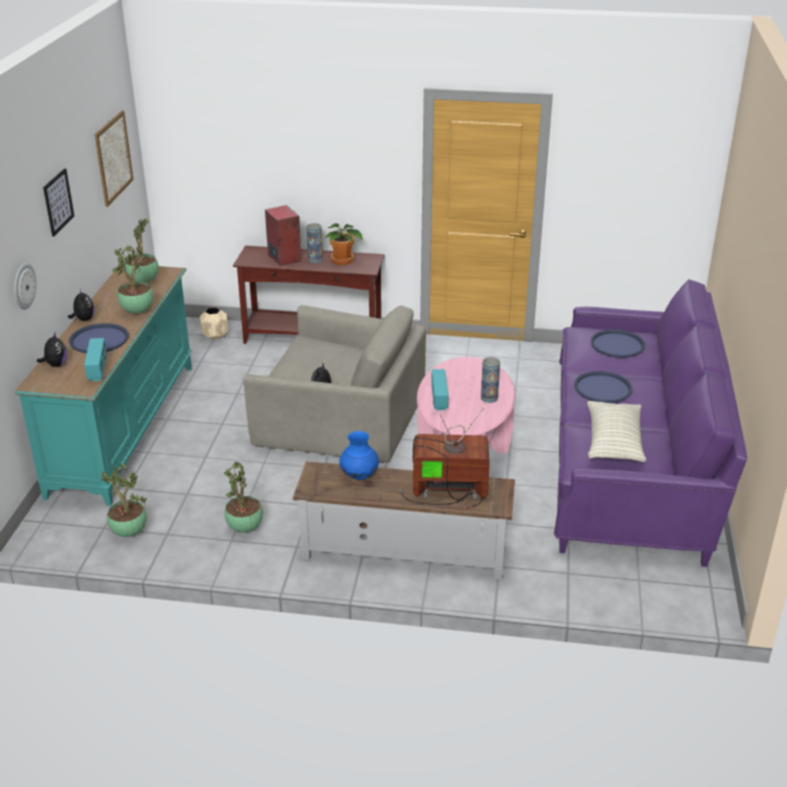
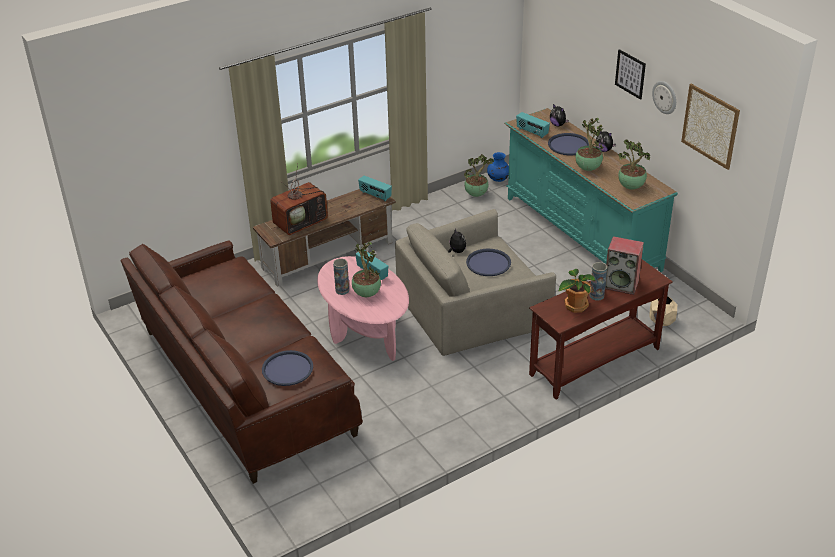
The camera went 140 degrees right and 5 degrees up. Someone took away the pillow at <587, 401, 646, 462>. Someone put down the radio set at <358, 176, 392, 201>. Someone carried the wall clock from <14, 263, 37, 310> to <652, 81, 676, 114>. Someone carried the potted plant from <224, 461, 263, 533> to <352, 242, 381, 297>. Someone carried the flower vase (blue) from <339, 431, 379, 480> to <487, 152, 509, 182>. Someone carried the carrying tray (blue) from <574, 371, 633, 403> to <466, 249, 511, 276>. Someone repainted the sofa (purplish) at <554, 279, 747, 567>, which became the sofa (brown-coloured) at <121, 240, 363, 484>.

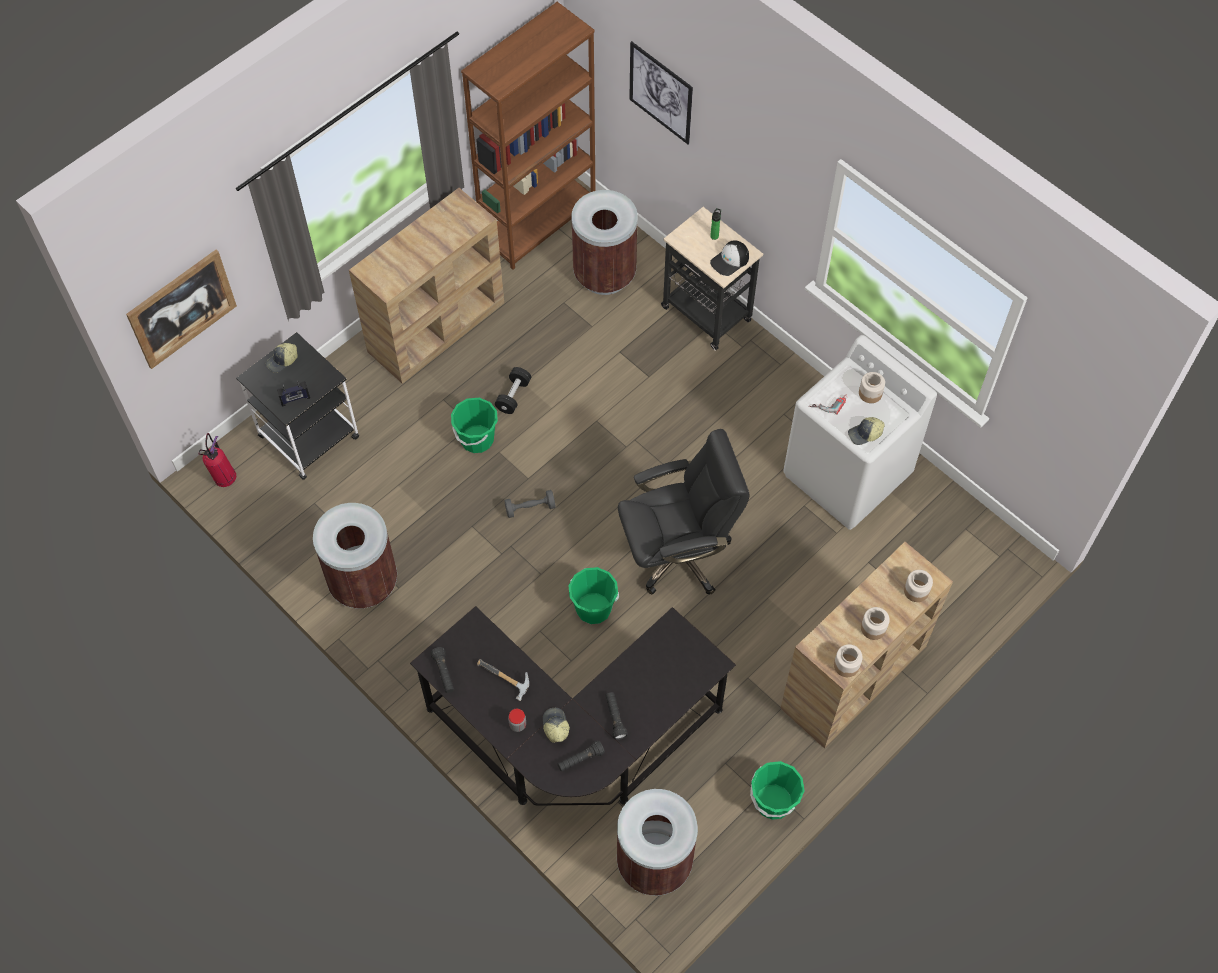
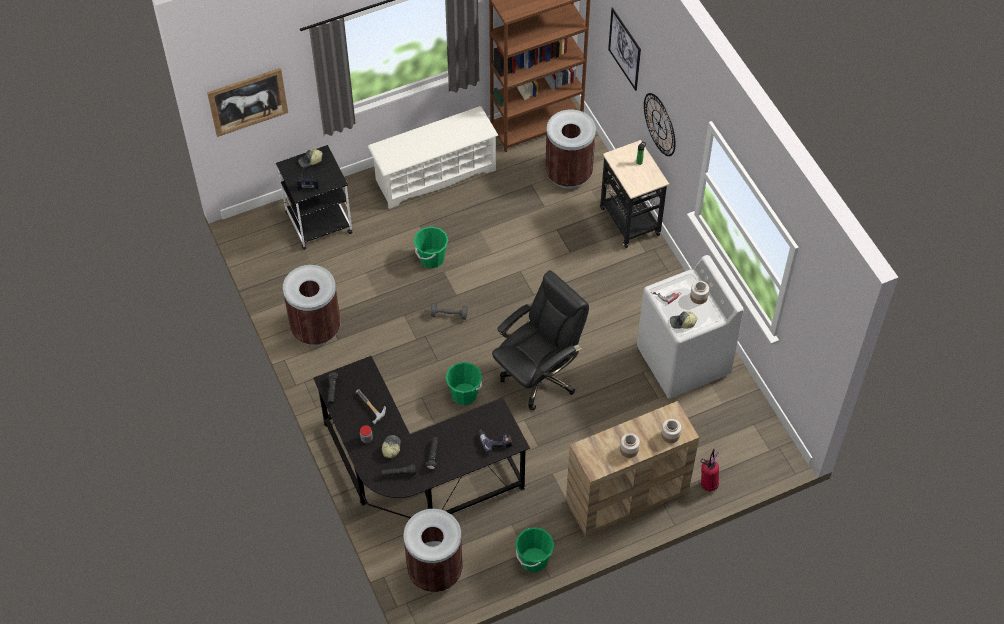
The camera went 20 degrees right and 5 degrees down. Someone took away the dumbbell (black) at <495, 367, 531, 414>. Someone took away the baseball cap at <710, 240, 749, 276>. Someone took away the jar at <834, 644, 863, 677>. Someone put down the power drill at <479, 430, 512, 453>. Someone put up the wall clock at <644, 93, 676, 156>. Someone carried the extinguisher from <198, 433, 236, 487> to <700, 449, 719, 491>. Someone swapped the shelving unit (brown-coloured) at <349, 188, 504, 384> for the shoe stand (whitish) at <368, 106, 498, 209>. Someone rotated the computer chair (black) at <618, 429, 750, 594> by 45 degrees counterclockwise.

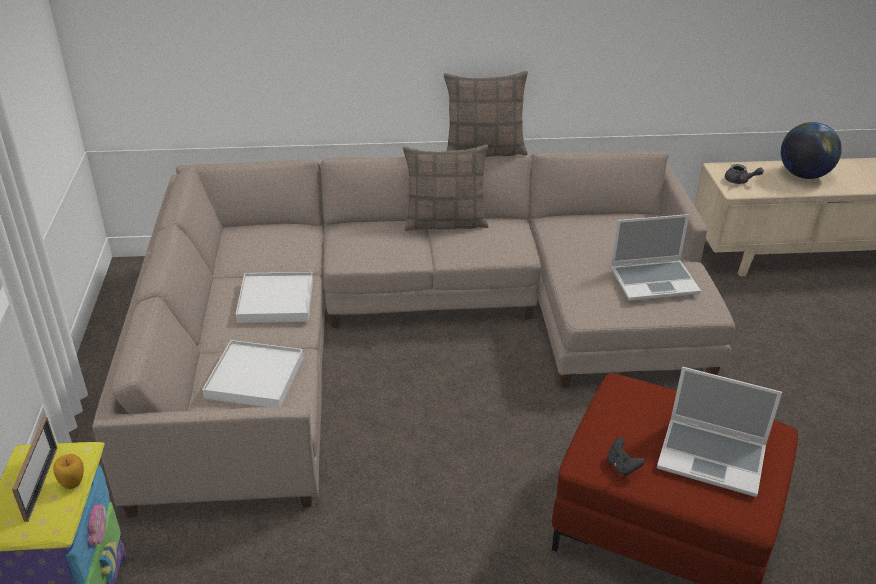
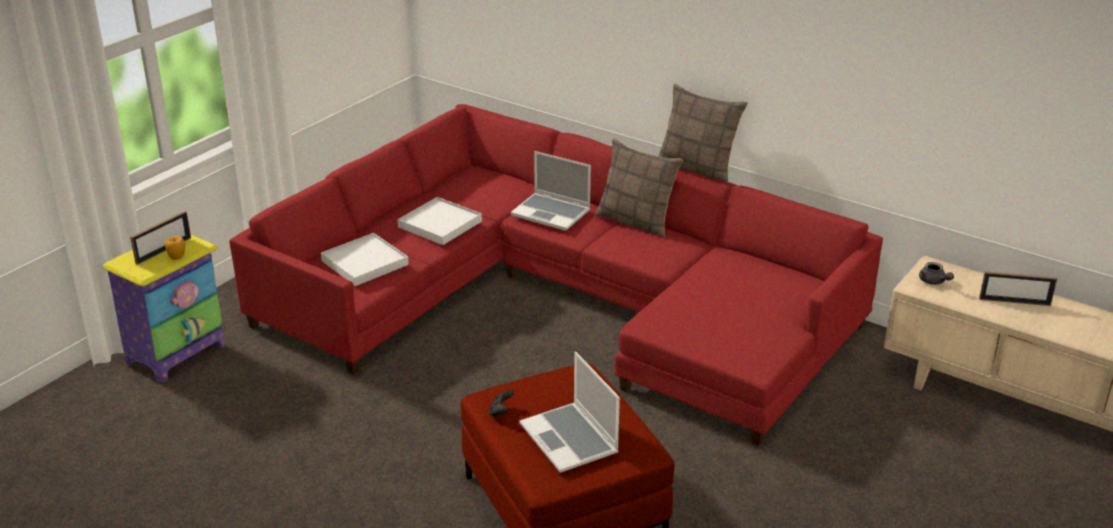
The camera went 40 degrees right and 5 degrees down. Someone carried the notebook computer from <610, 214, 701, 301> to <511, 151, 591, 231>. Someone swapped the world globe at <781, 122, 842, 179> for the standing frame at <979, 271, 1057, 306>. Someone repainted the sofa (beige-coloured) at <92, 151, 735, 517>, which became the sofa (red-coloured) at <229, 104, 883, 446>.

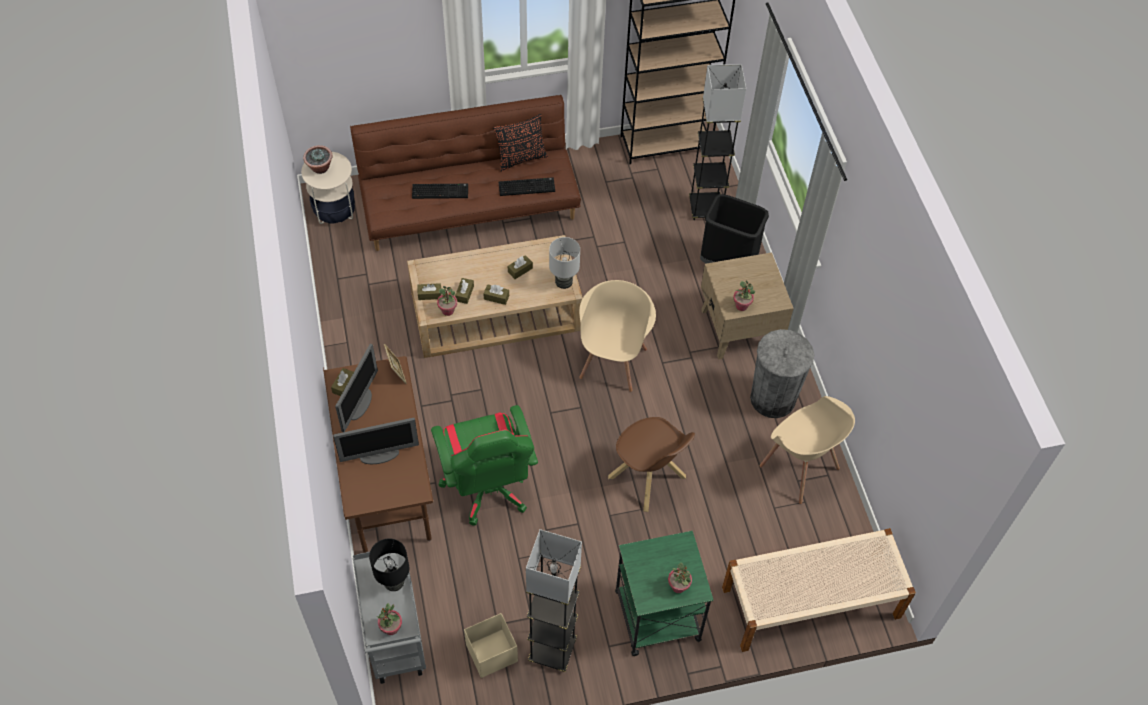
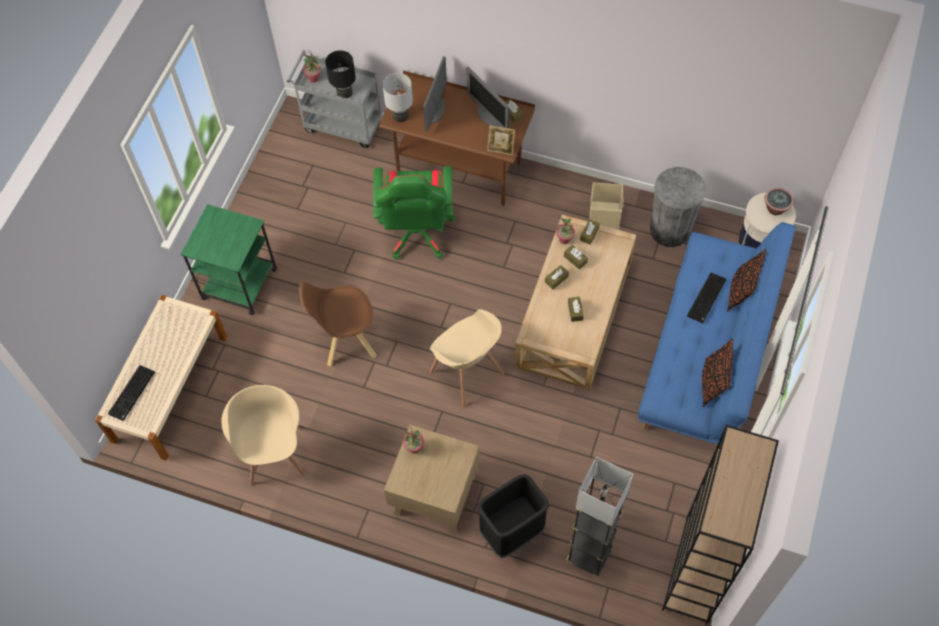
The camera went 125 degrees right and 5 degrees up. Someone took away the floor lamp (gray) at <526, 529, 582, 672>. Someone took away the potted plant at <668, 562, 692, 593>. Someone put down the pillow (black) at <727, 249, 766, 312>. Someone carried the storage box (beige-coloured) from <464, 613, 518, 678> to <589, 182, 624, 229>. Someone carried the computer keyboard from <499, 177, 555, 196> to <108, 365, 155, 421>. Someone carried the tabletop lamp (gray) from <549, 237, 580, 289> to <383, 73, 413, 122>. Someone carried the rubbish bin (gray) from <750, 329, 814, 418> to <650, 167, 706, 247>. Someone repainted the sofa (brown-coloured) at <350, 95, 581, 251>, which became the sofa (blue) at <638, 222, 796, 447>. Someone rotated the computer chair (green) at <431, 405, 538, 526> by 105 degrees counterclockwise. Someone rotated the upright chair (beige-coloured) at <759, 396, 855, 504> by 90 degrees clockwise.

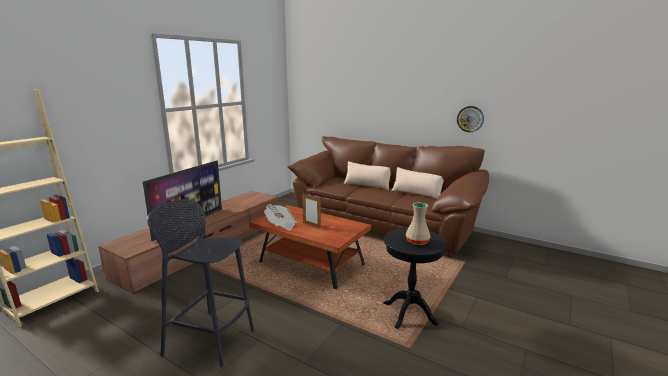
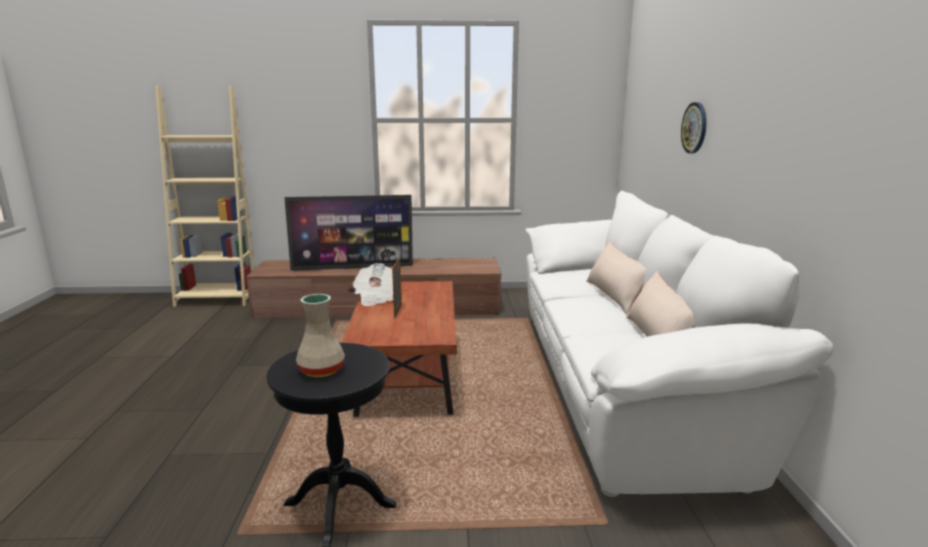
The camera went 55 degrees right and 0 degrees up. Someone took away the sitting stool (gray) at <147, 199, 254, 367>. Someone carried the wall clock from <457, 106, 484, 132> to <681, 102, 707, 153>. Someone repainted the sofa (brown-coloured) at <287, 136, 489, 256>, which became the sofa (whitish) at <526, 191, 833, 497>.

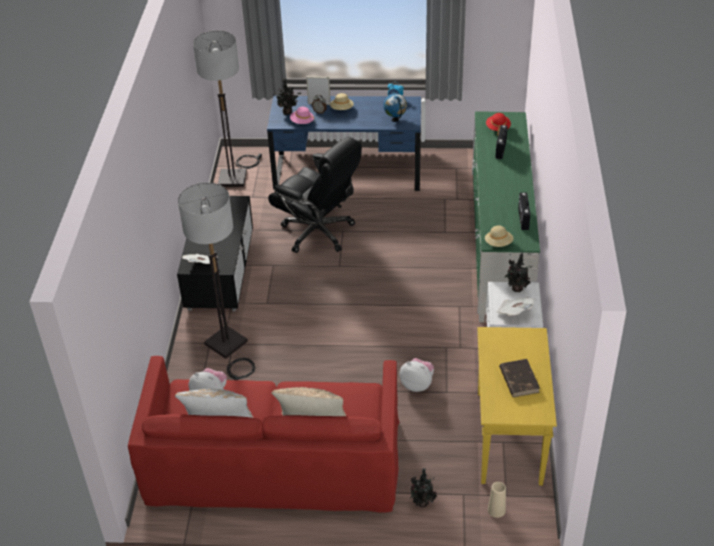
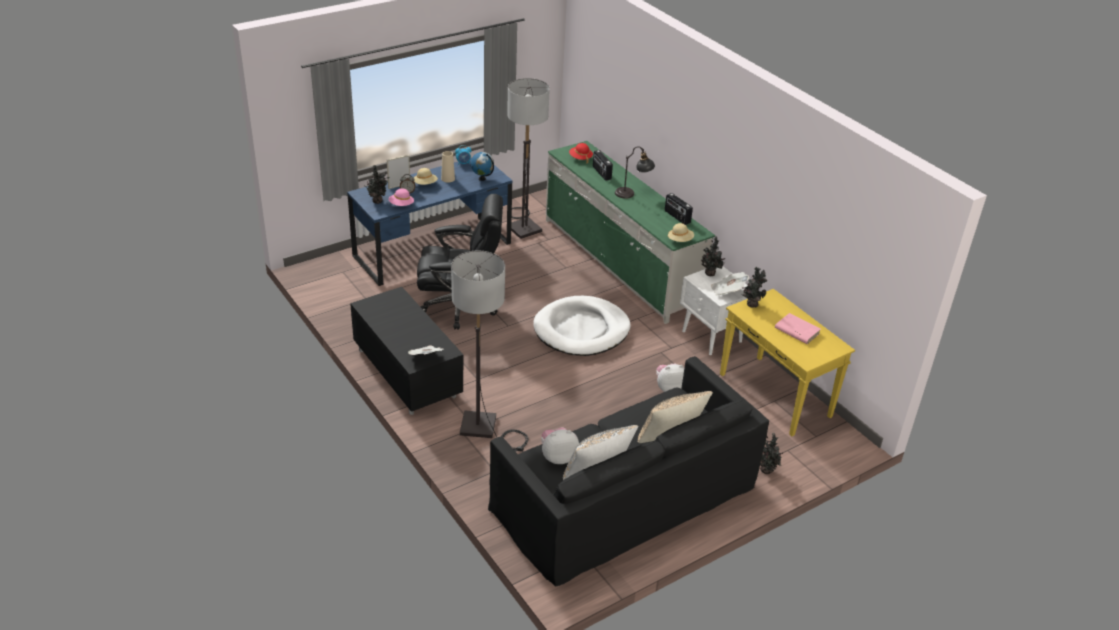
The camera went 40 degrees left and 5 degrees down. Someone put down the pet bed (whitish) at <533, 296, 631, 356>. Someone put down the tabletop lamp (gray) at <615, 146, 655, 199>. Someone put down the potted plant at <742, 267, 768, 307>. Someone carried the floor lamp from <193, 31, 262, 187> to <507, 78, 550, 239>. Someone carried the flower vase (beige-coloured) from <488, 482, 506, 518> to <441, 151, 455, 183>. Someone repainted the sofa (red-coloured) at <128, 356, 399, 513>, which became the sofa (black) at <488, 356, 769, 586>. Someone repainted the volume (brown-coloured) at <499, 359, 540, 397>, which became the volume (pinkish) at <775, 313, 821, 344>.

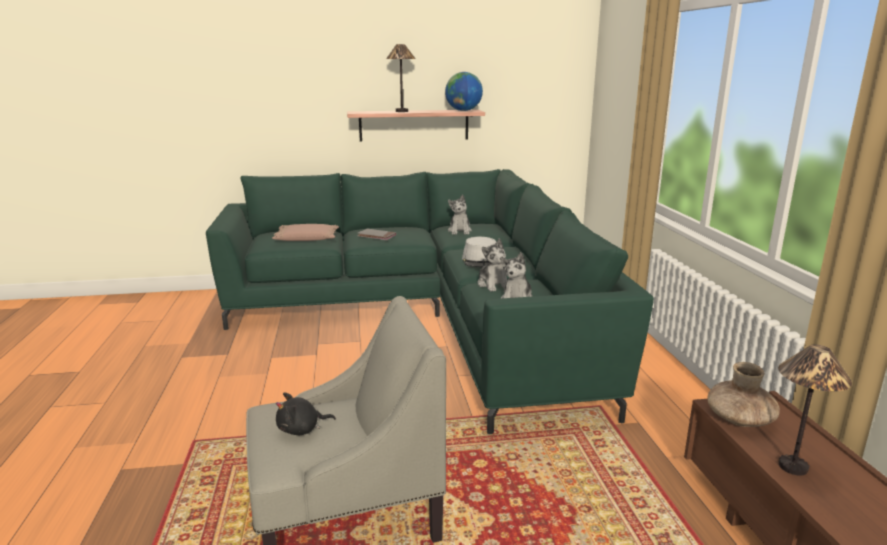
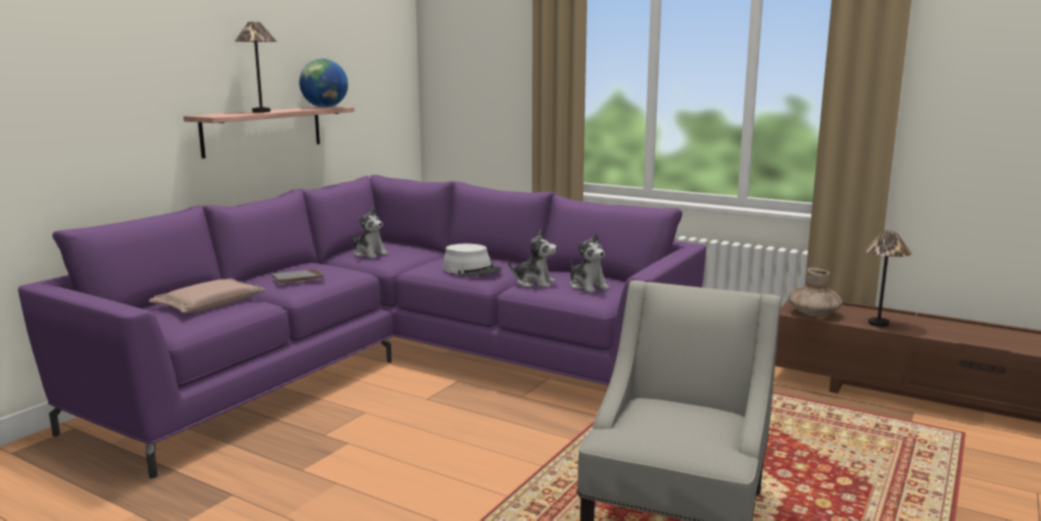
The camera went 50 degrees left and 5 degrees down. Someone took away the cuddly toy (black) at <276, 392, 336, 435>. Someone repainted the sofa (green) at <206, 169, 654, 434>, which became the sofa (purplish) at <18, 175, 706, 479>.

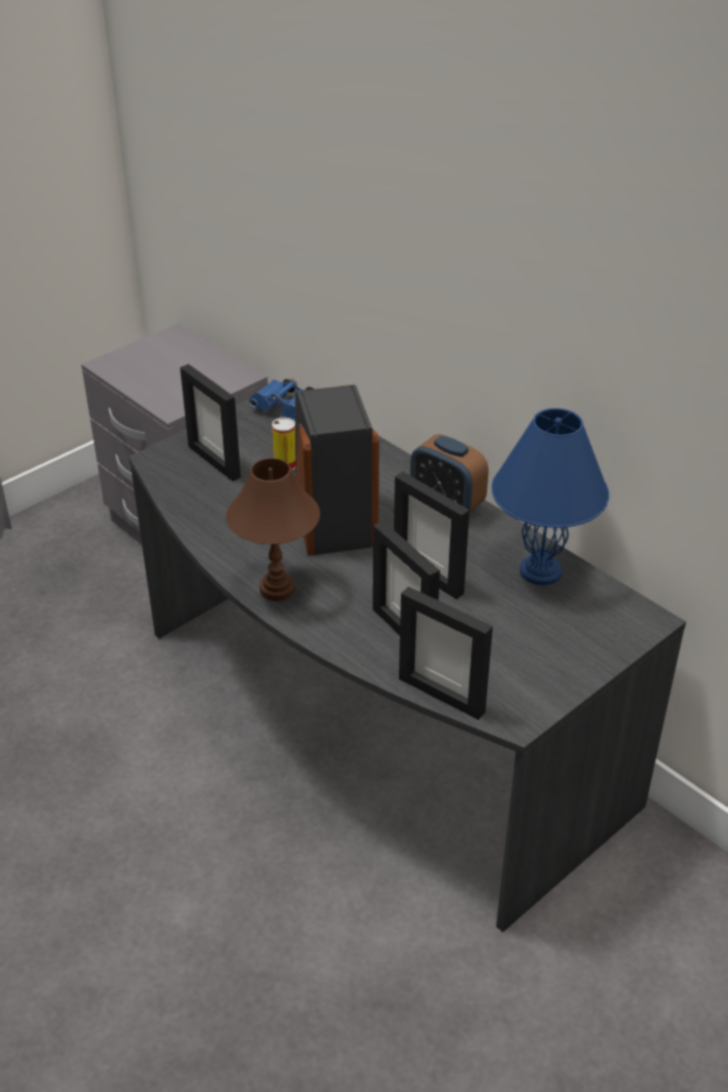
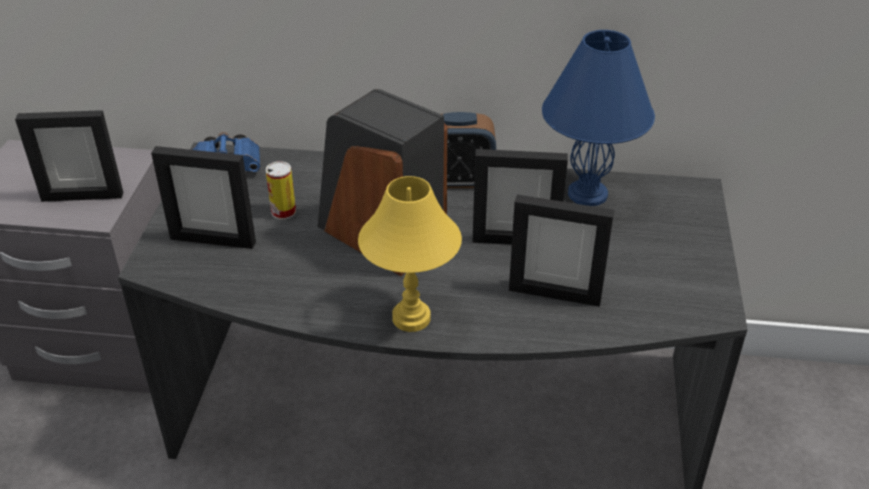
The camera went 40 degrees left and 0 degrees up. Someone carried the standing frame from <399, 586, 493, 720> to <15, 110, 123, 202>. Someone repainted the tabletop lamp (brown-coloured) at <226, 458, 320, 601>, which became the tabletop lamp (yellowish) at <358, 176, 462, 332>.

